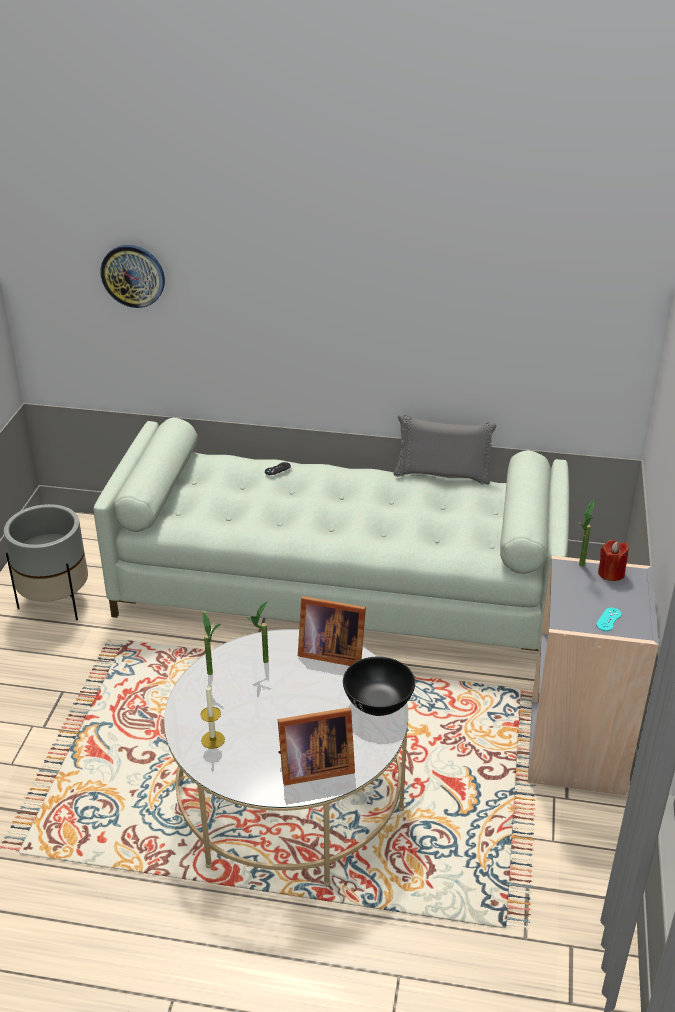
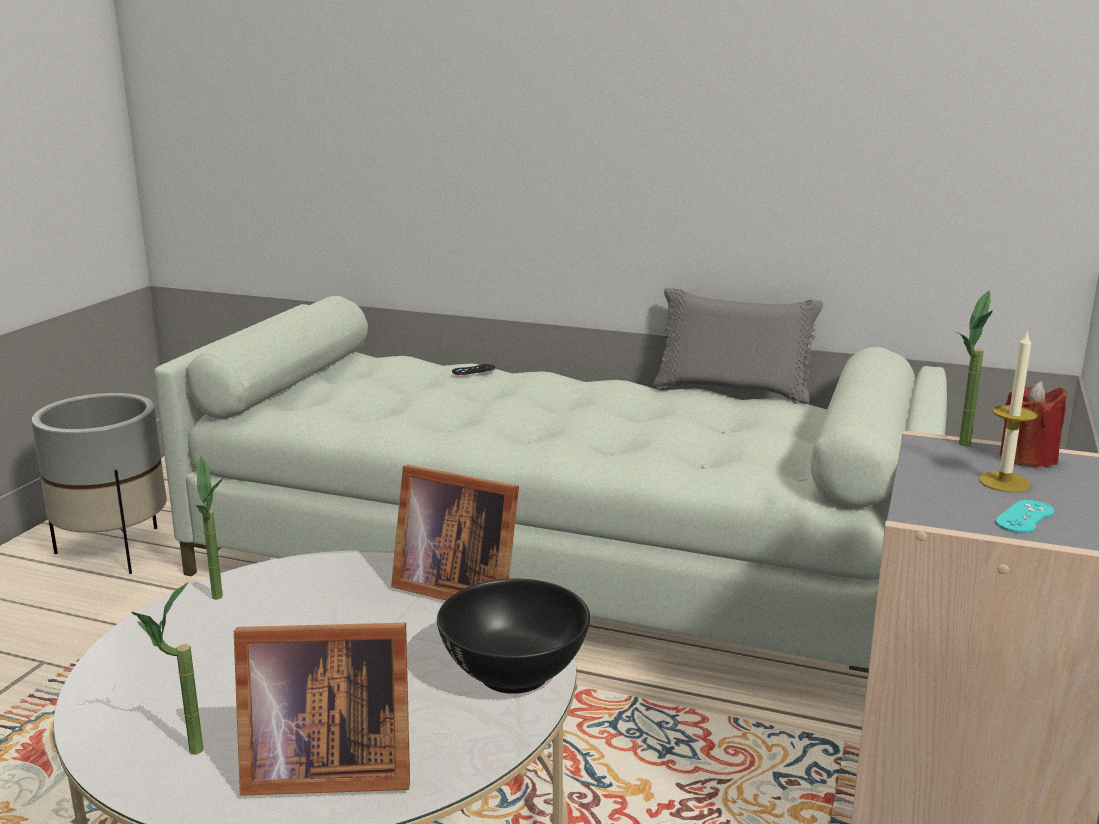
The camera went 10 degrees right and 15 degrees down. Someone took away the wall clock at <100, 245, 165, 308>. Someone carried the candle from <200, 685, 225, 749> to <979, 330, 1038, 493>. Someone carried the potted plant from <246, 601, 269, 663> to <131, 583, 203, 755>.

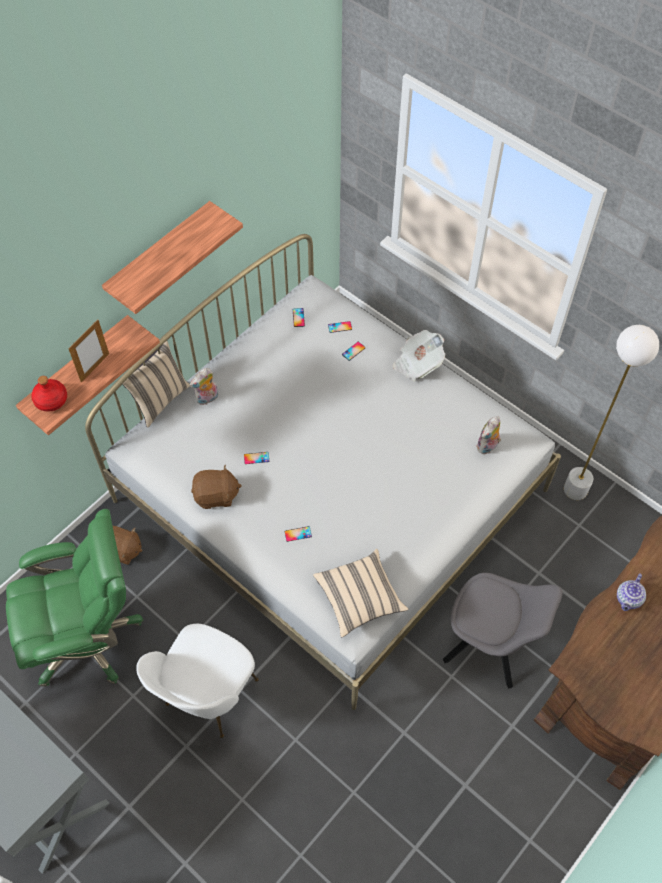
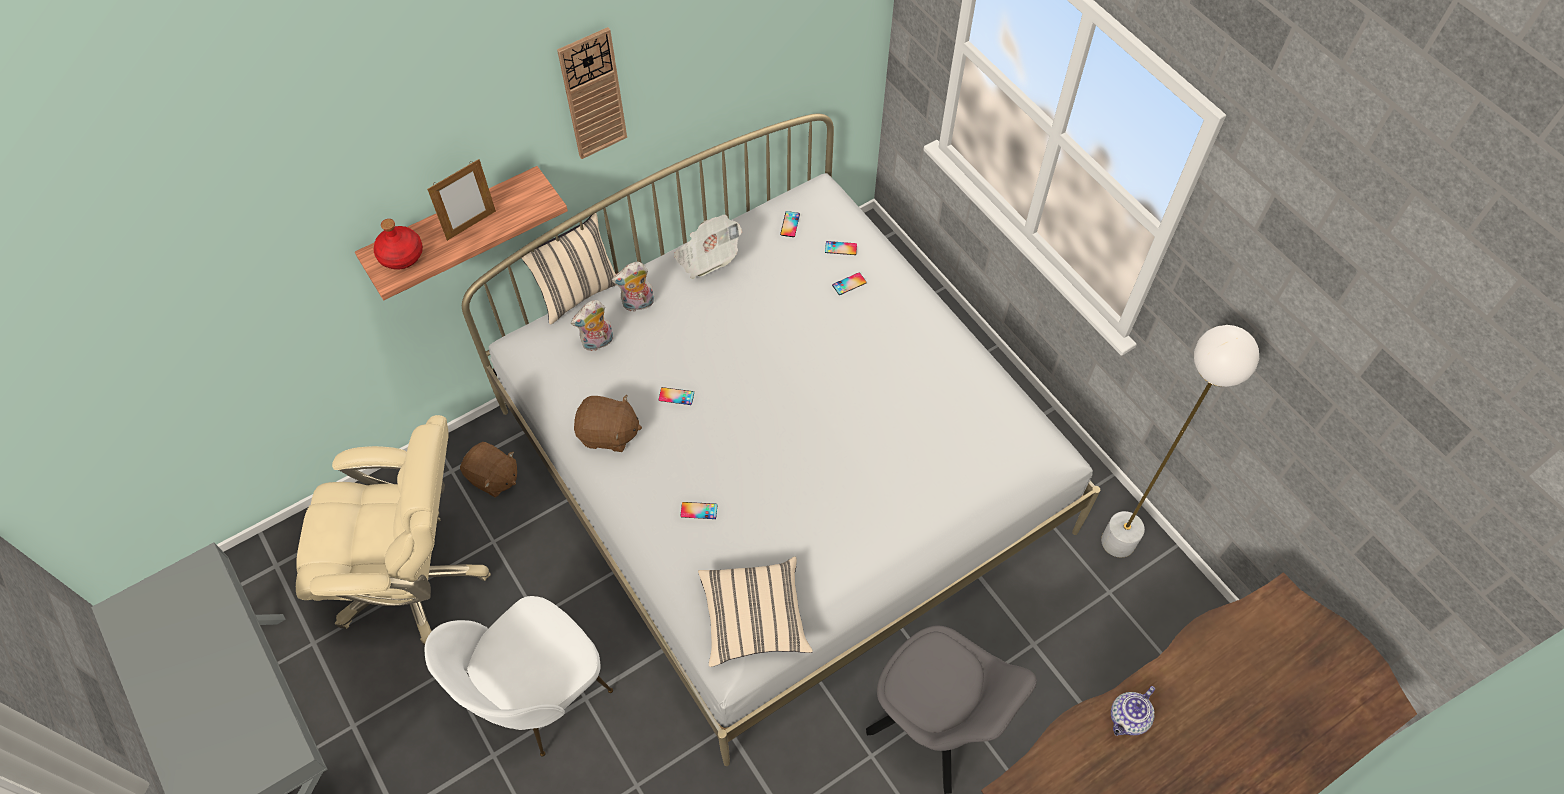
The camera went 15 degrees right and 0 degrees up. Someone carried the printed paper from <393, 330, 445, 381> to <674, 215, 742, 279>. Someone carried the cuddly toy from <476, 416, 501, 454> to <571, 300, 613, 351>. Someone swapped the wall shelf at <102, 201, 243, 314> for the wall clock at <557, 27, 627, 159>. Someone repainted the computer chair (green) at <6, 509, 144, 687>, which became the computer chair (beige-coloured) at <296, 415, 491, 646>.

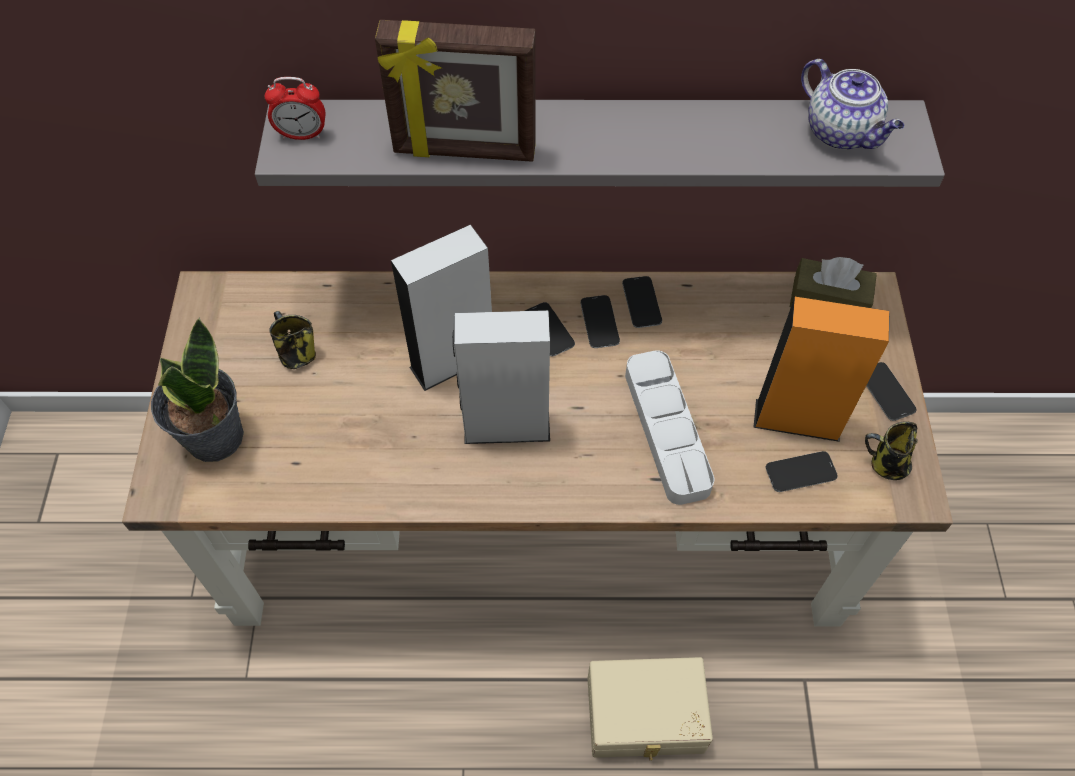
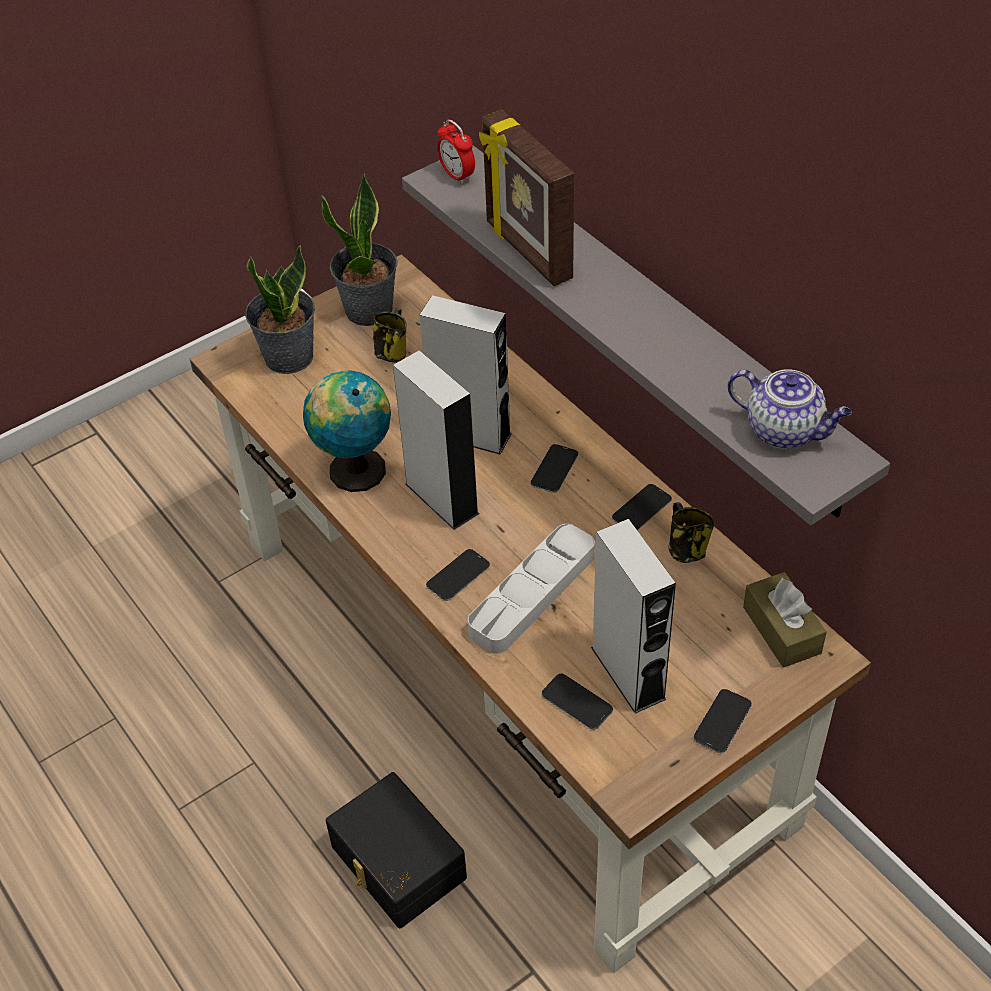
The camera went 55 degrees right and 10 degrees down. Someone put down the world globe at <303, 370, 391, 492>. Someone put down the potted plant at <321, 174, 397, 326>. Someone carried the handset from <580, 295, 620, 348> to <426, 549, 490, 601>. Someone carried the mug from <865, 421, 918, 480> to <669, 502, 714, 563>. Someone repainted the storage box (beige-coloured) at <588, 657, 713, 761>, which became the storage box (black) at <326, 772, 467, 928>. Someone repainted the speaker (orange-coloured) at <753, 297, 890, 442>, which became the speaker (gray) at <591, 519, 676, 714>. Someone rotated the pot for tea at <801, 59, 904, 149> by 75 degrees counterclockwise.

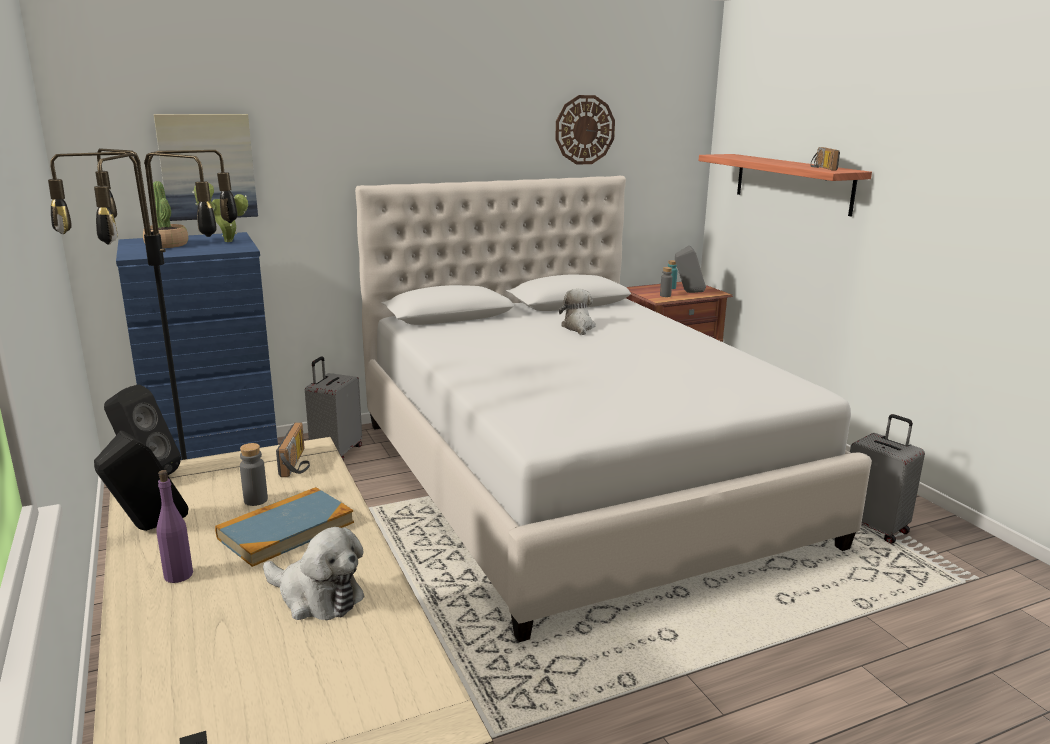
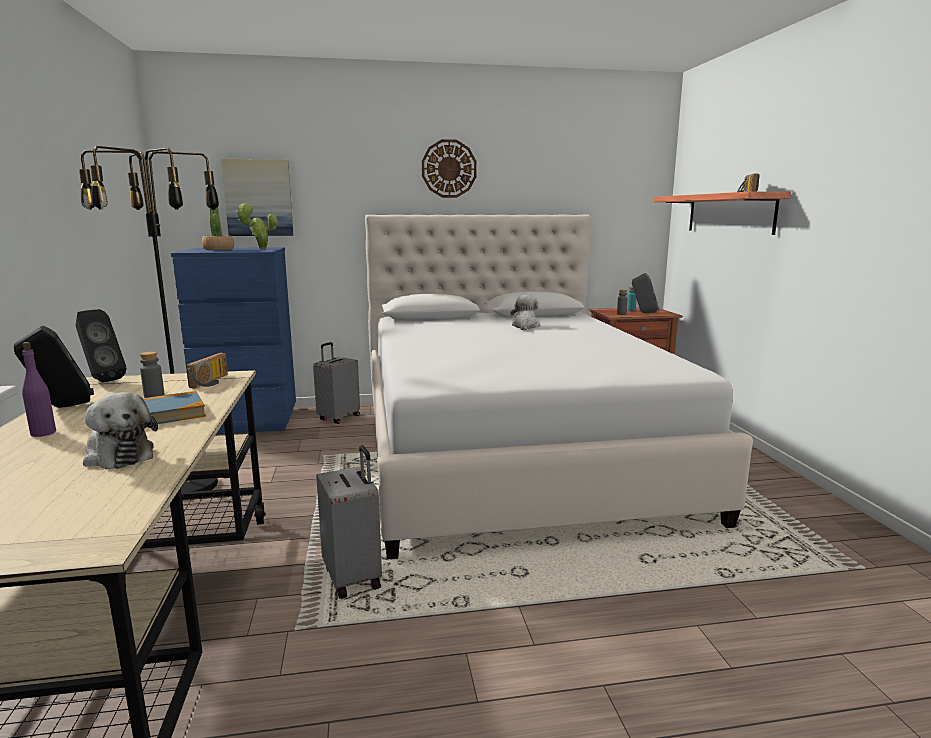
The camera went 15 degrees right and 5 degrees down. Someone carried the wall clock from <555, 95, 615, 165> to <422, 139, 477, 198>. Someone carried the travel case (gray) from <850, 414, 925, 544> to <316, 445, 382, 599>.

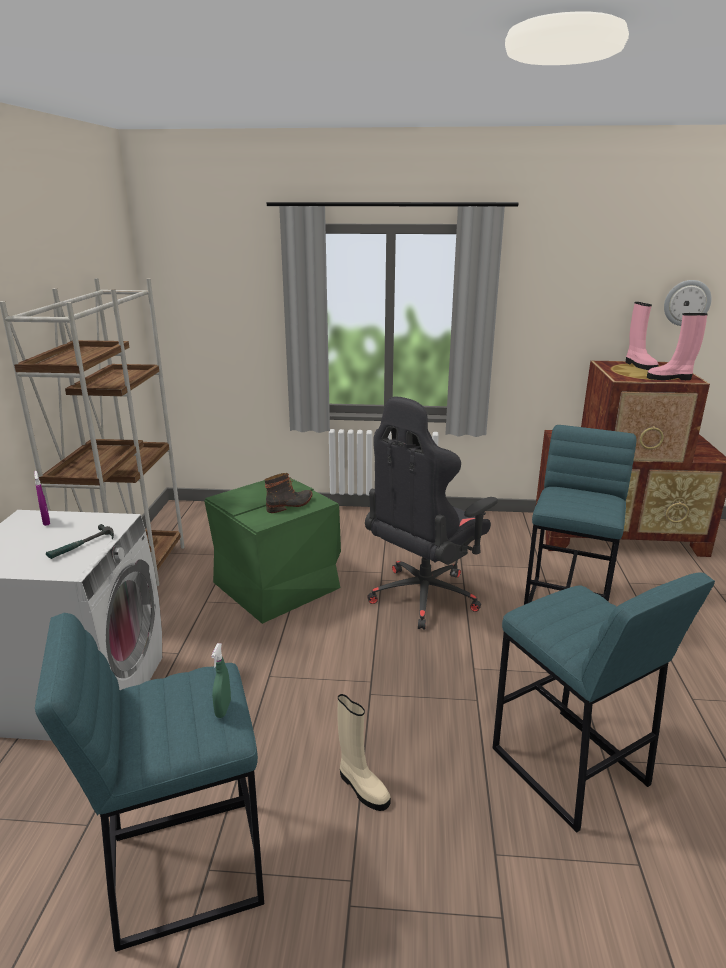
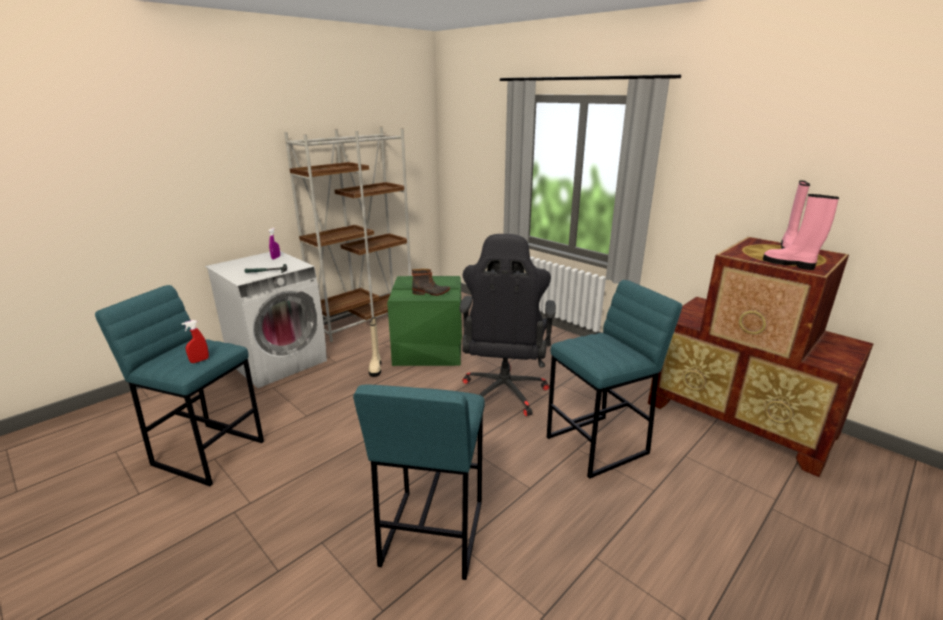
The camera went 40 degrees right and 0 degrees up. Someone took away the wall clock at <664, 280, 712, 326>. Someone carried the tall boot (beige-coloured) from <338, 694, 391, 811> to <368, 317, 381, 377>. Someone repainted the hand sprayer (green) at <211, 643, 231, 718>, which became the hand sprayer (red-coloured) at <182, 320, 209, 363>. Someone rotated the computer chair (black) at <365, 397, 498, 629> by 75 degrees counterclockwise.

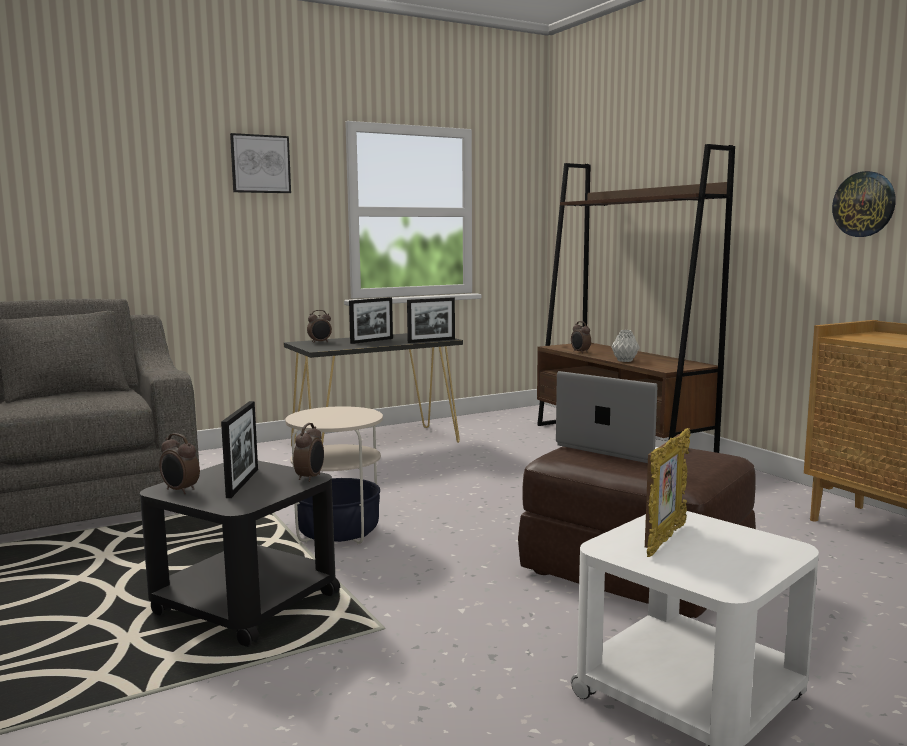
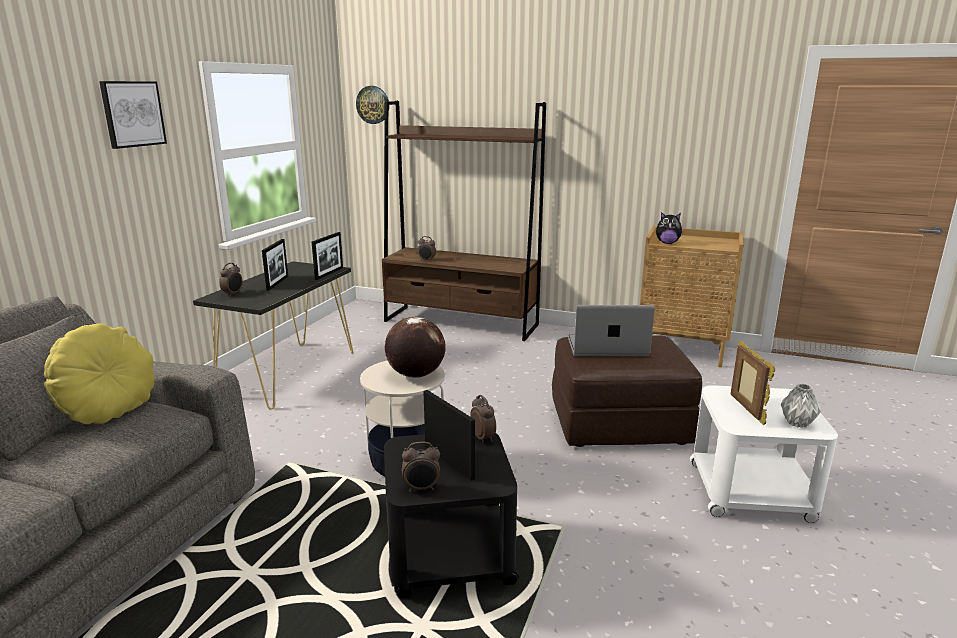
The camera went 40 degrees left and 10 degrees up. Someone put down the pillow (yellowish) at <44, 323, 155, 424>. Someone put down the world globe at <385, 317, 446, 378>. Someone put down the cuddly toy at <656, 212, 683, 244>. Someone carried the flower vase (gray) from <611, 330, 640, 362> to <781, 384, 821, 428>. Someone carried the wall clock from <832, 171, 896, 237> to <356, 86, 389, 124>.

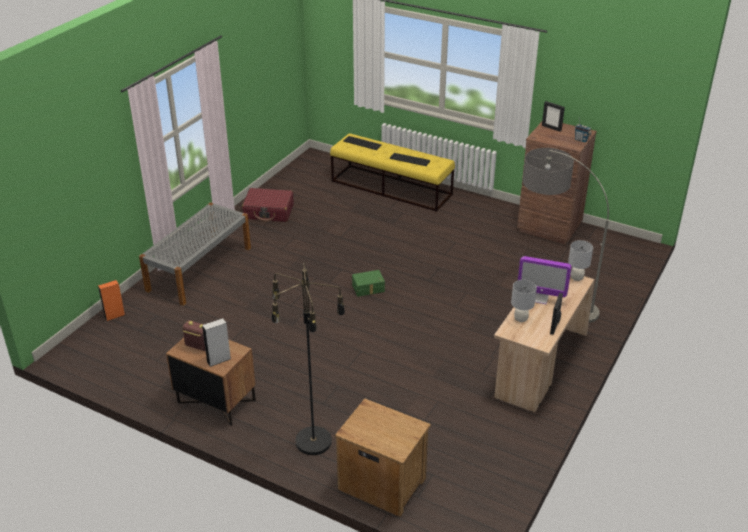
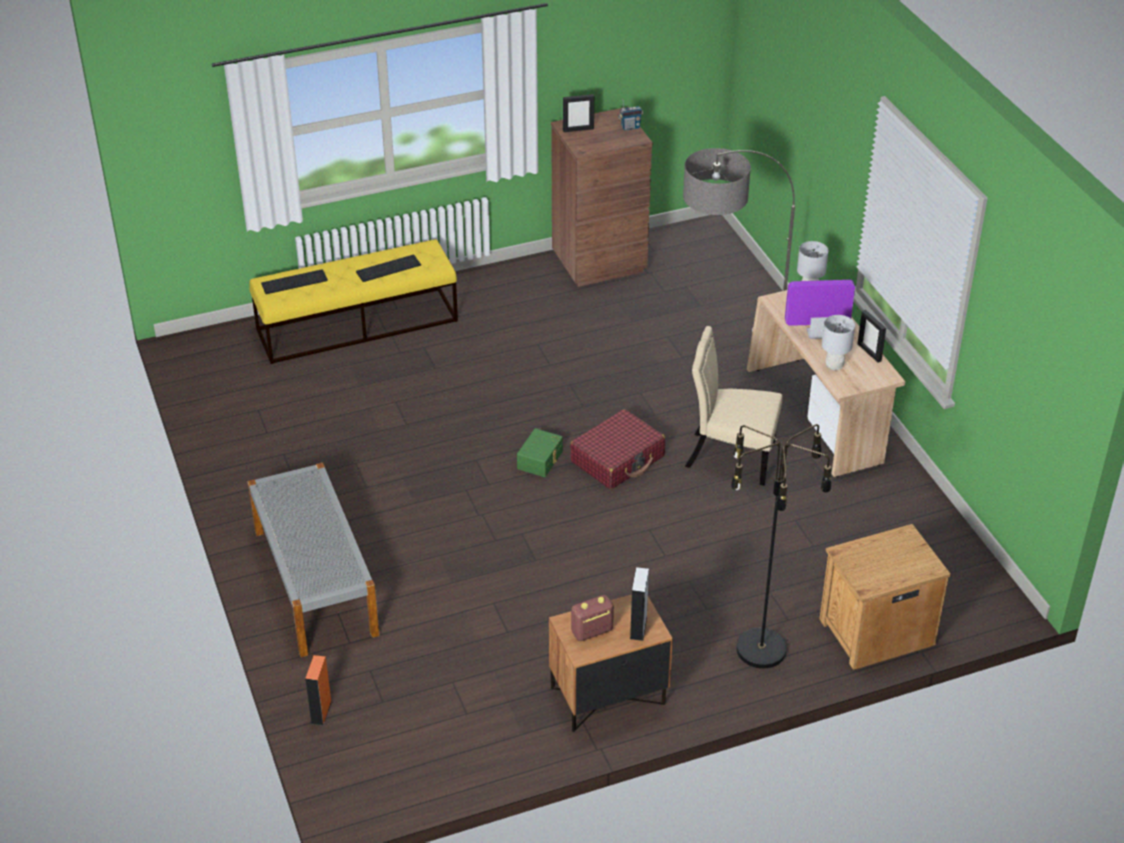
The camera went 50 degrees left and 5 degrees up. Someone put down the upright chair (beige-coloured) at <685, 326, 783, 486>. Someone carried the travel case (red-coloured) from <242, 188, 294, 222> to <570, 409, 665, 489>. Someone rotated the computer display at <518, 256, 572, 304> by 150 degrees counterclockwise.

